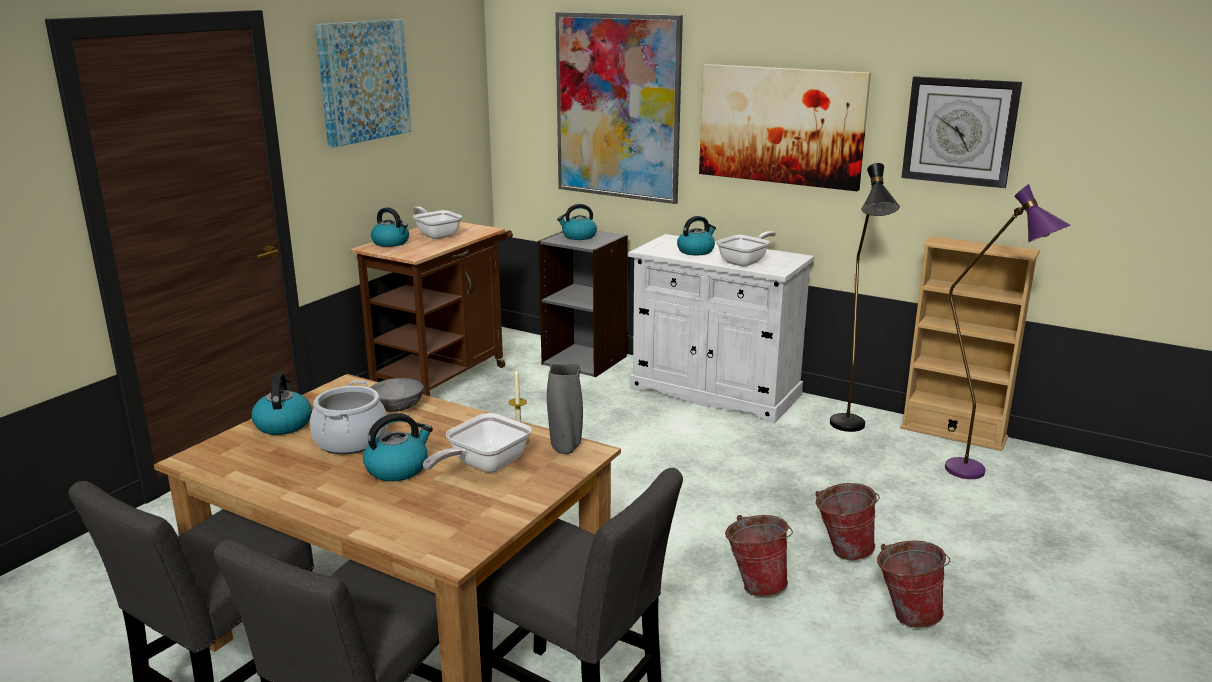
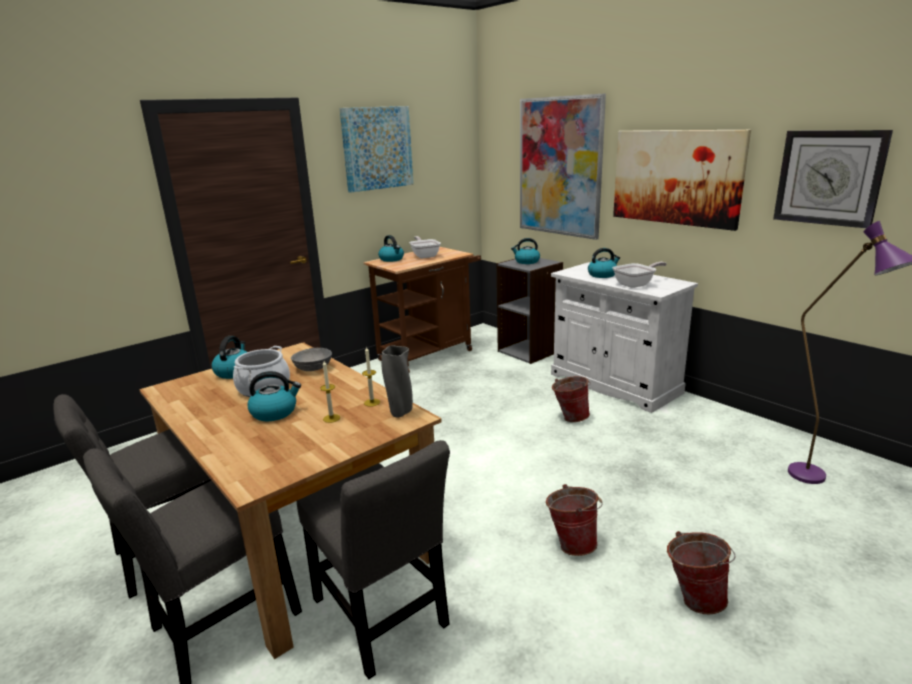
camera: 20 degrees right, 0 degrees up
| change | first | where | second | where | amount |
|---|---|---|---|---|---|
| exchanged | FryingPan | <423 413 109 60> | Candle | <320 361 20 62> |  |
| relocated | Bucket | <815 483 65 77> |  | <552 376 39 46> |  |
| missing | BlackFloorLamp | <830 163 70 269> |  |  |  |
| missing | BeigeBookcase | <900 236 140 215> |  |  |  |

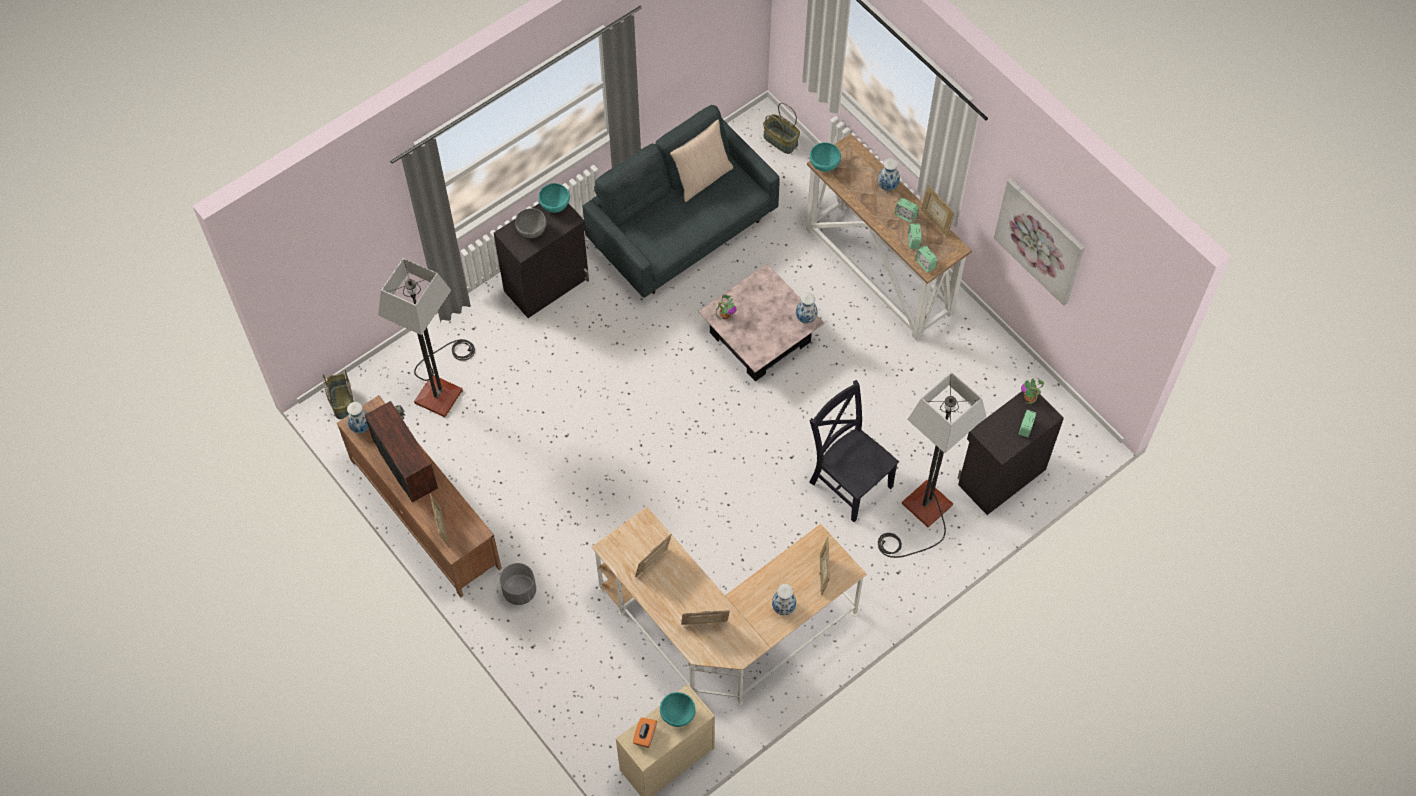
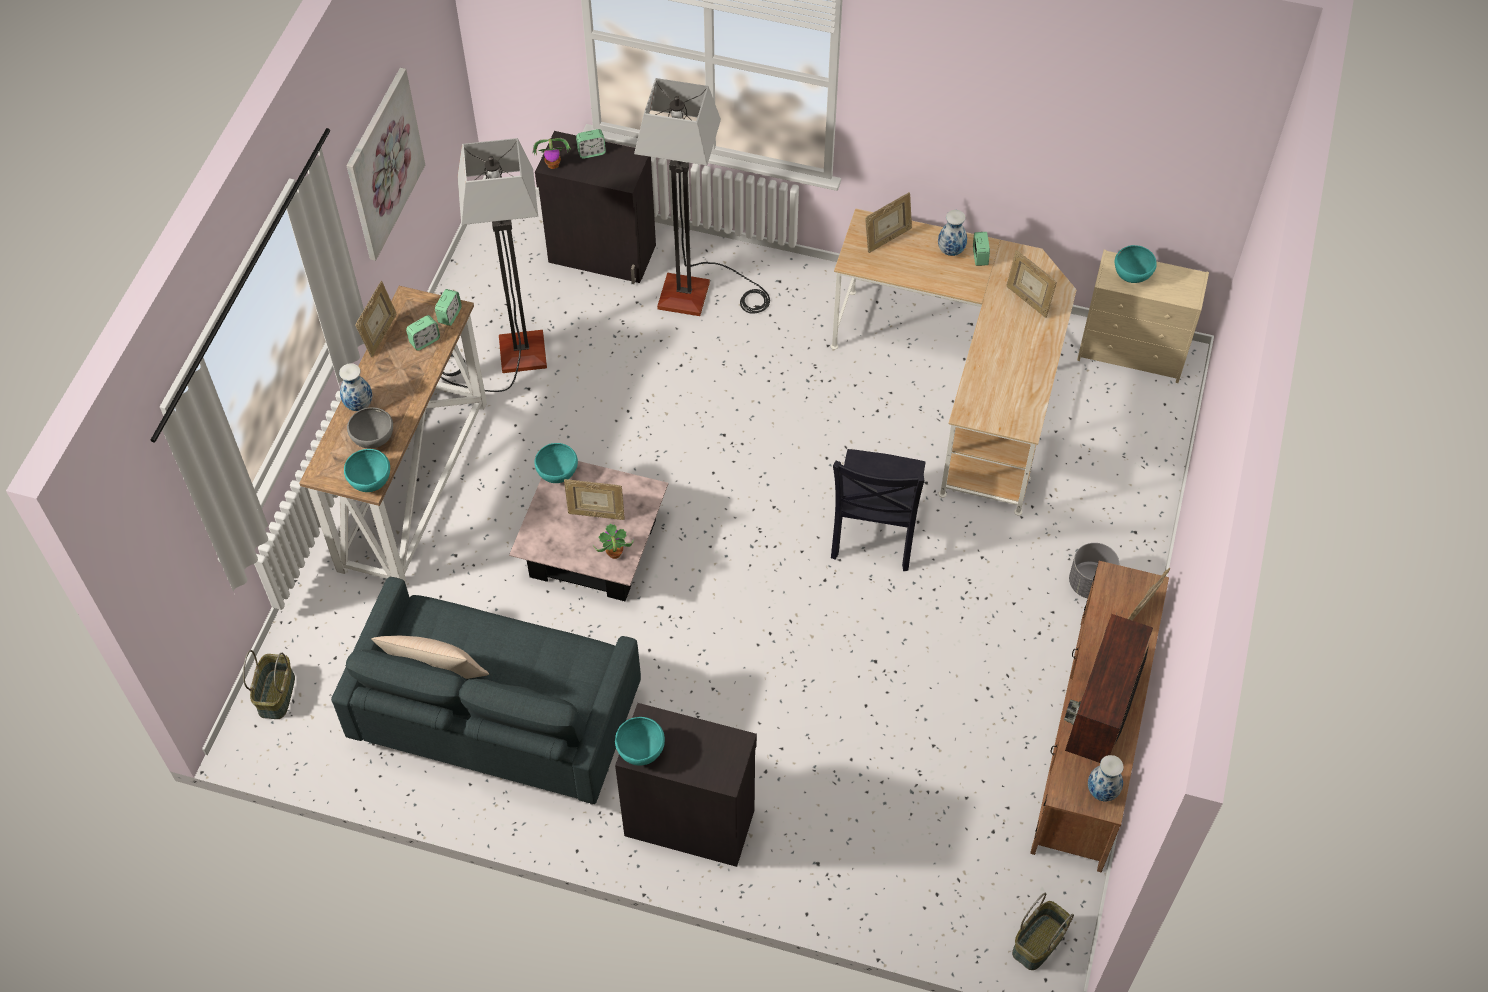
camera: 125 degrees left, 5 degrees down
| change | first | where | second | where | amount |
|---|---|---|---|---|---|
| relocated | GreyBowl | <515 208 32 30> |  | <347 407 46 42> |  |
| relocated | FloorLamp | <378 258 97 159> |  | <440 138 107 254> |  |
| exchanged | Vase | <796 292 22 31> | TurquoiseBowl | <535 443 43 40> |  |
| relocated | PictureFrame | <635 534 37 43> |  | <564 479 61 41> |  |
| relocated | BlackChair | <809 380 90 142> |  | <831 449 94 122> |  |
| relocated | AlarmClock | <895 198 24 25> |  | <973 232 17 34> |  |
| missing | OrangeTissueBox | <633 717 24 31> |  |  |  |

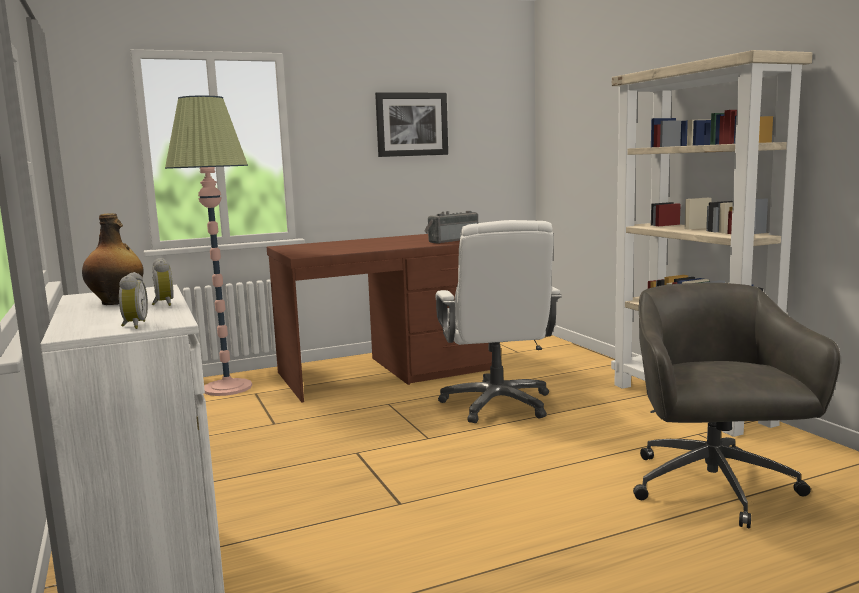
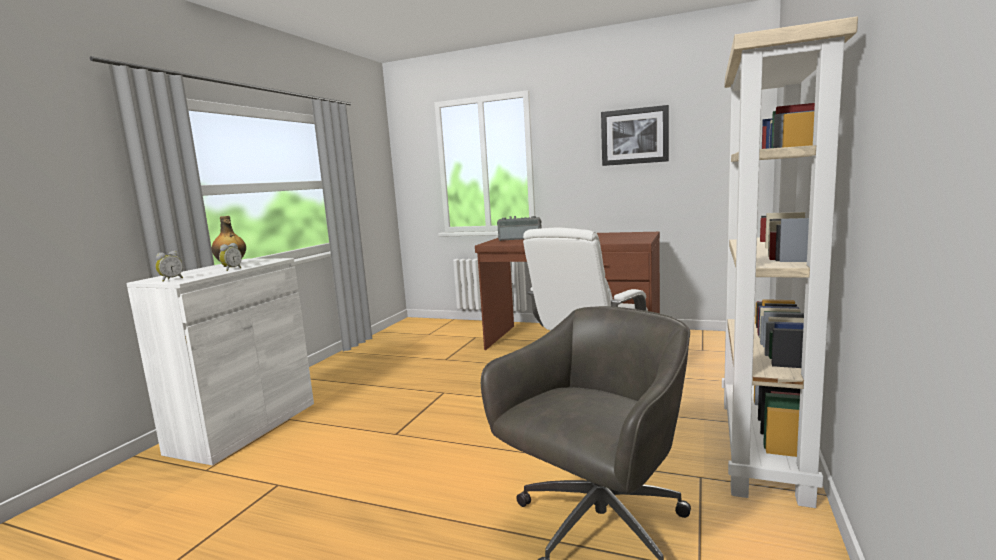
camera: 45 degrees right, 0 degrees up
| change | first | where | second | where | amount |
|---|---|---|---|---|---|
| relocated | Radio | <424 211 54 33> |  | <497 216 45 25> |  |
| missing | FloorLamp | <165 96 87 300> |  |  |  |

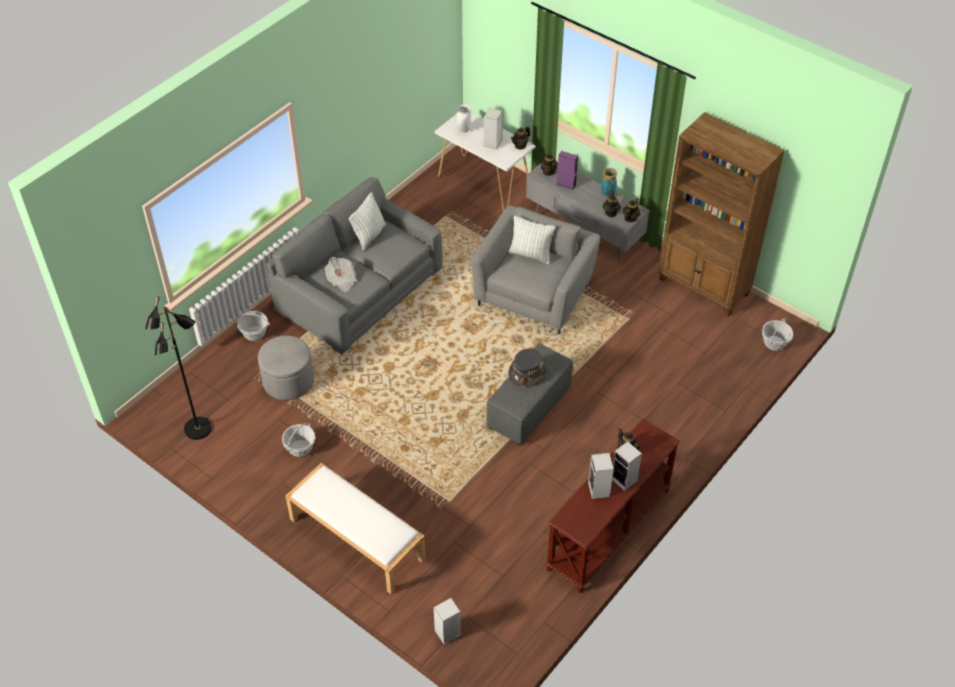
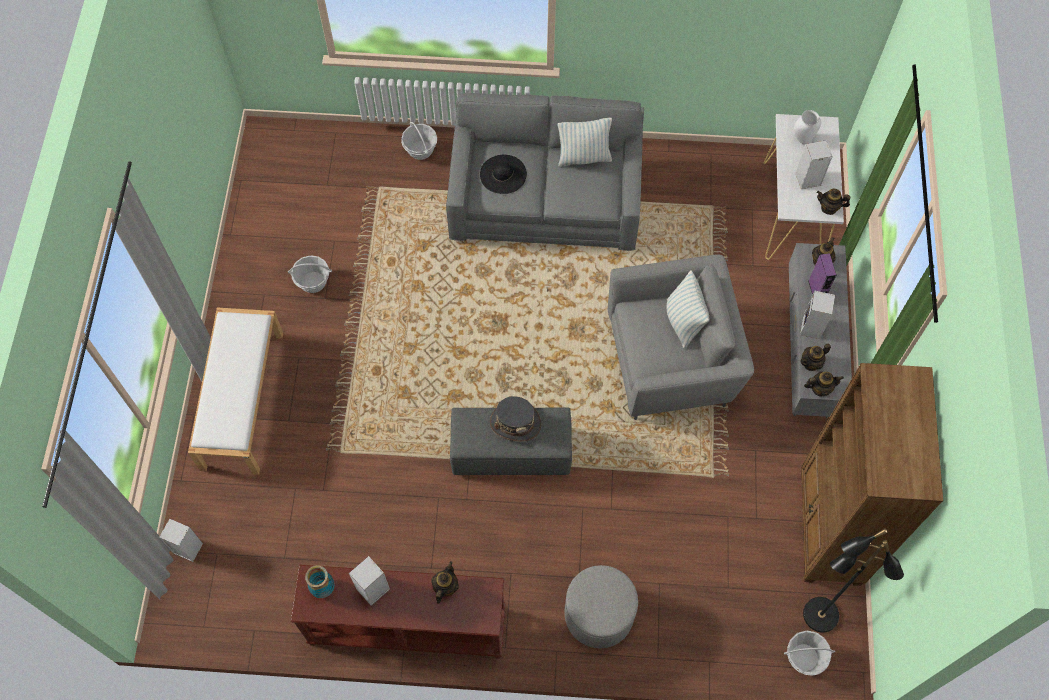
camera: 55 degrees right, 15 degrees up
| change | first | where | second | where | amount |
|---|---|---|---|---|---|
| relocated | Vase | <600 168 17 28> |  | <305 565 30 33> |  |
| exchanged | Newspaper | <325 257 32 35> | BlackHat | <480 155 47 39> |  |
| relocated | GreyOttoman | <258 335 56 65> |  | <564 565 74 83> |  |
| relocated | Speaker | <612 441 30 50> |  | <800 290 35 49> |  |
| relocated | BlackFloorLamp | <145 297 67 143> |  | <803 528 101 105> |  |

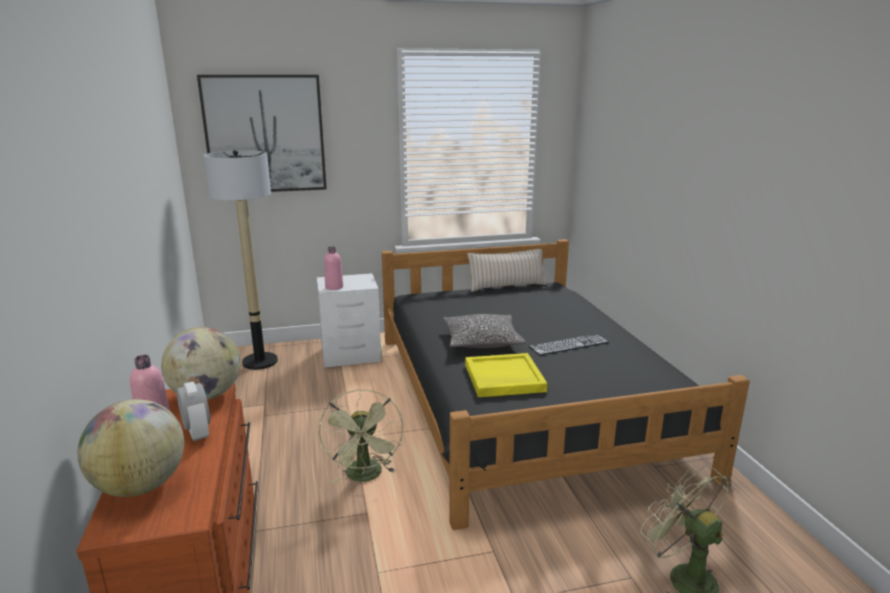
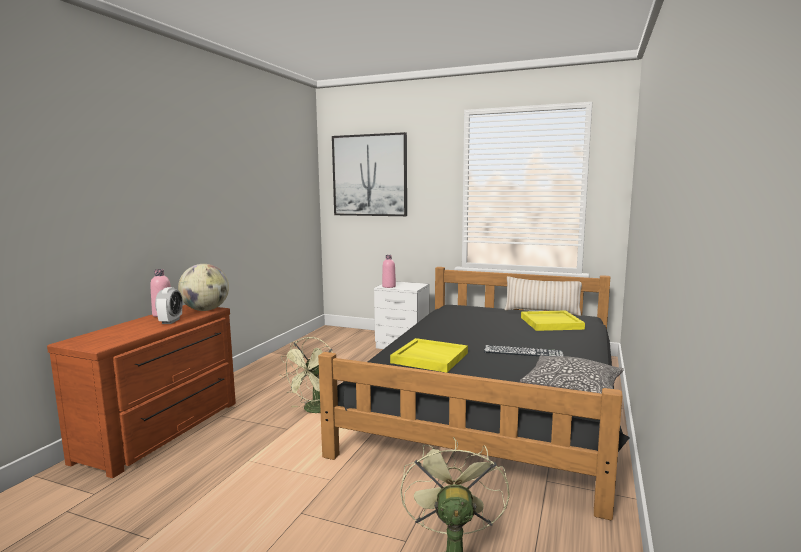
camera: 35 degrees right, 10 degrees down
| change | first | where | second | where | amount |
|---|---|---|---|---|---|
| relocated | Pillow | <443 314 83 34> |  | <519 355 105 39> |  |
| appeared |  |  | YellowTray | <521 310 64 21> |  |
| missing | Globe | <77 399 107 98> |  |  |  |
| missing | FloorLamp | <203 150 75 220> |  |  |  |

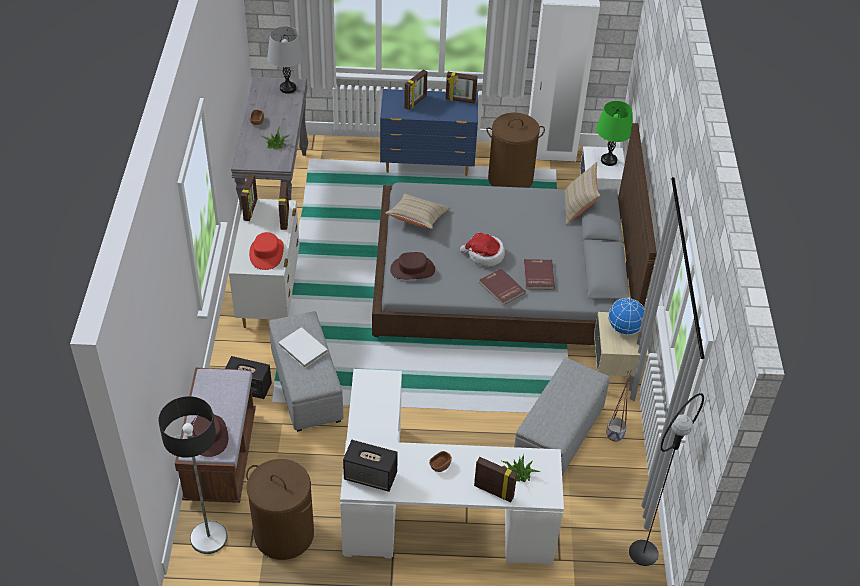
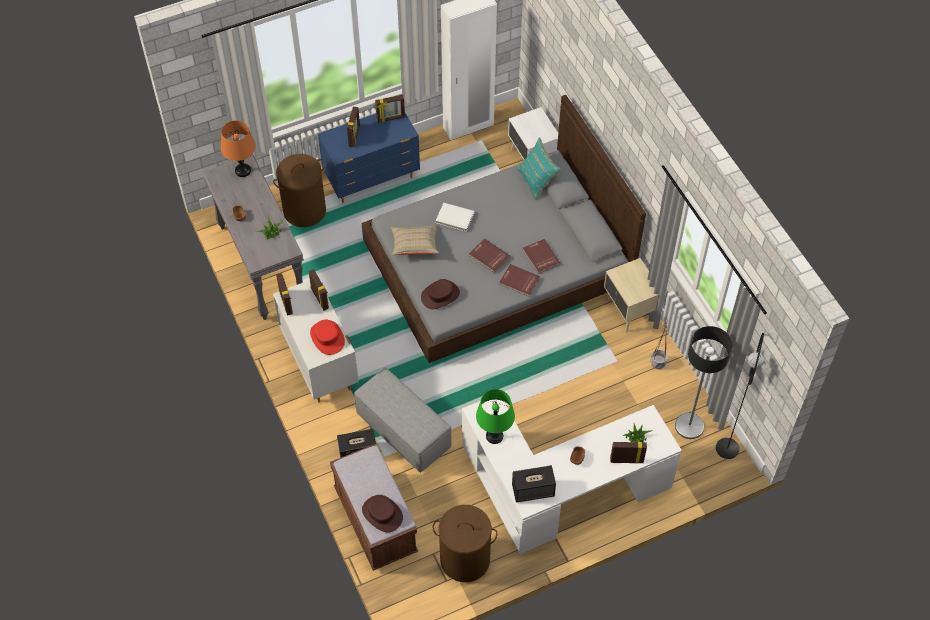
camera: 25 degrees left, 10 degrees up
| change | first | where | second | where | amount |
|---|---|---|---|---|---|
| colour | GreyTableLamp | <267 26 37 68> | OrangeTableLamp | <221 121 35 56> |  |
| relocated | BrownLaundryBasket | <486 113 59 75> |  | <273 154 53 73> |  |
| relocated | WhiteBook | <278 327 50 41> |  | <436 203 38 28> |  |
| exchanged | Hat | <460 233 45 34> | RedBook | <469 238 41 35> |  |
| relocated | GreenTableLamp | <596 101 37 65> |  | <476 389 39 55> |  |
| colour | BeigePillow | <564 162 36 63> | TurquoisePillow | <516 137 45 63> |  |
| relocated | FloorLamp | <158 396 70 158> |  | <675 326 58 113> |  |
| missing | GreyOttoman | <514 358 96 117> |  |  |  |
| missing | Globe | <608 298 36 37> |  |  |  |

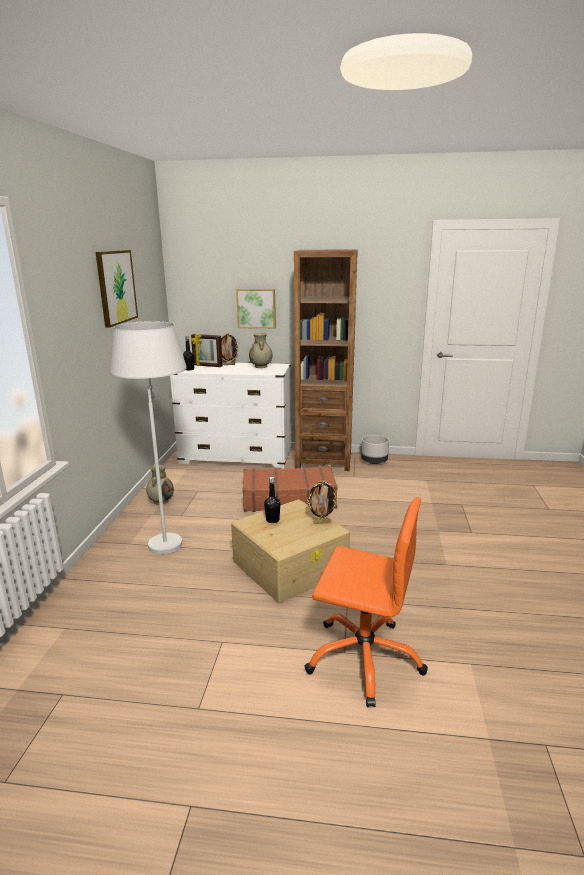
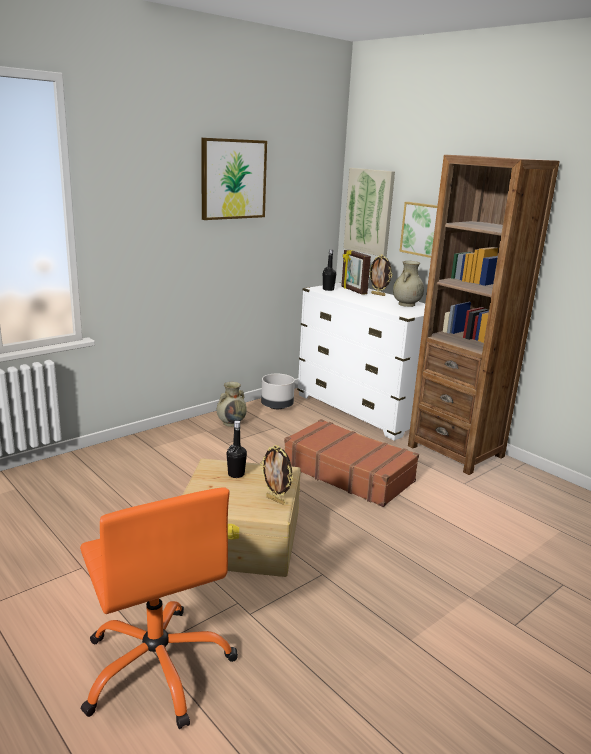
camera: 40 degrees right, 0 degrees up
| change | first | where | second | where | amount |
|---|---|---|---|---|---|
| relocated | GreyPlanter | <361 435 28 29> |  | <261 374 34 35> |  |
| appeared |  |  | Picture | <344 168 51 89> |  |
| missing | WhiteFloorLamp | <109 321 78 233> |  |  |  |

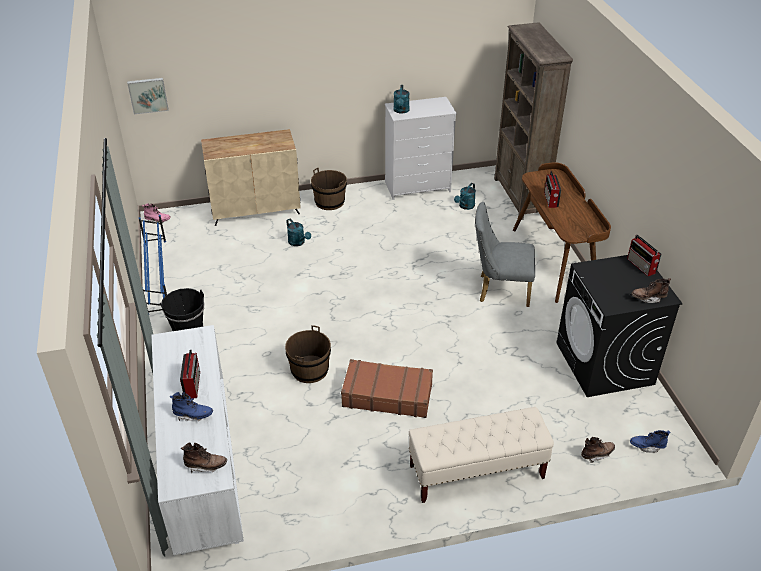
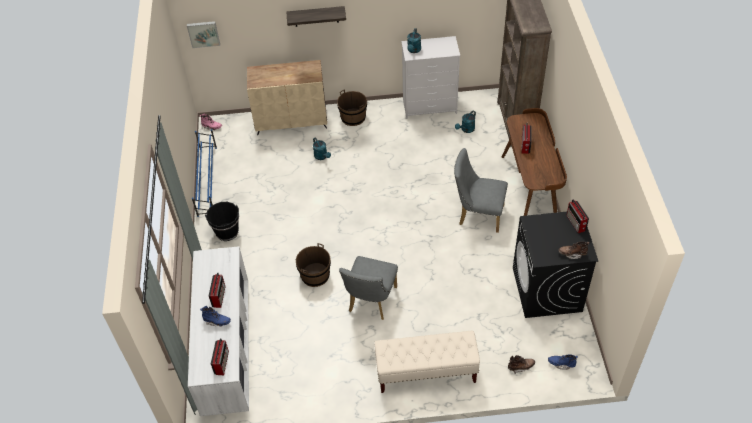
camera: 10 degrees right, 10 degrees up
| change | first | where | second | where | amount |
|---|---|---|---|---|---|
| exchanged | BrownBoot | <181 442 46 31> | Radio | <211 338 18 37> |  |
| appeared |  |  | Shelf | <287 6 59 21> |  |
| exchanged | BrownSuitcase | <341 359 92 59> | GreyChair | <339 256 59 64> |  |

